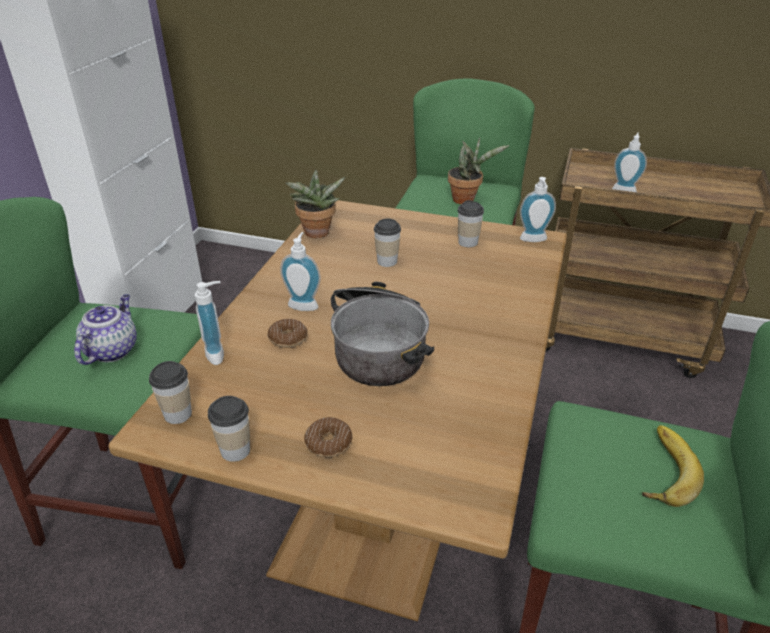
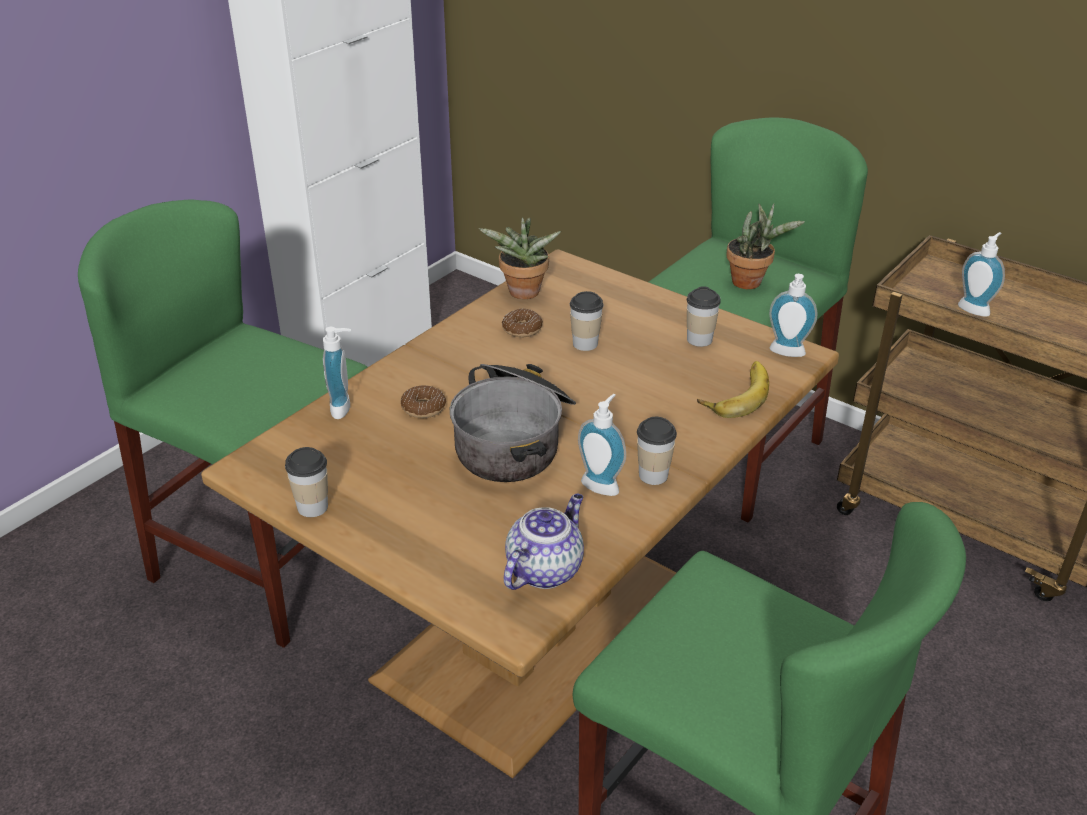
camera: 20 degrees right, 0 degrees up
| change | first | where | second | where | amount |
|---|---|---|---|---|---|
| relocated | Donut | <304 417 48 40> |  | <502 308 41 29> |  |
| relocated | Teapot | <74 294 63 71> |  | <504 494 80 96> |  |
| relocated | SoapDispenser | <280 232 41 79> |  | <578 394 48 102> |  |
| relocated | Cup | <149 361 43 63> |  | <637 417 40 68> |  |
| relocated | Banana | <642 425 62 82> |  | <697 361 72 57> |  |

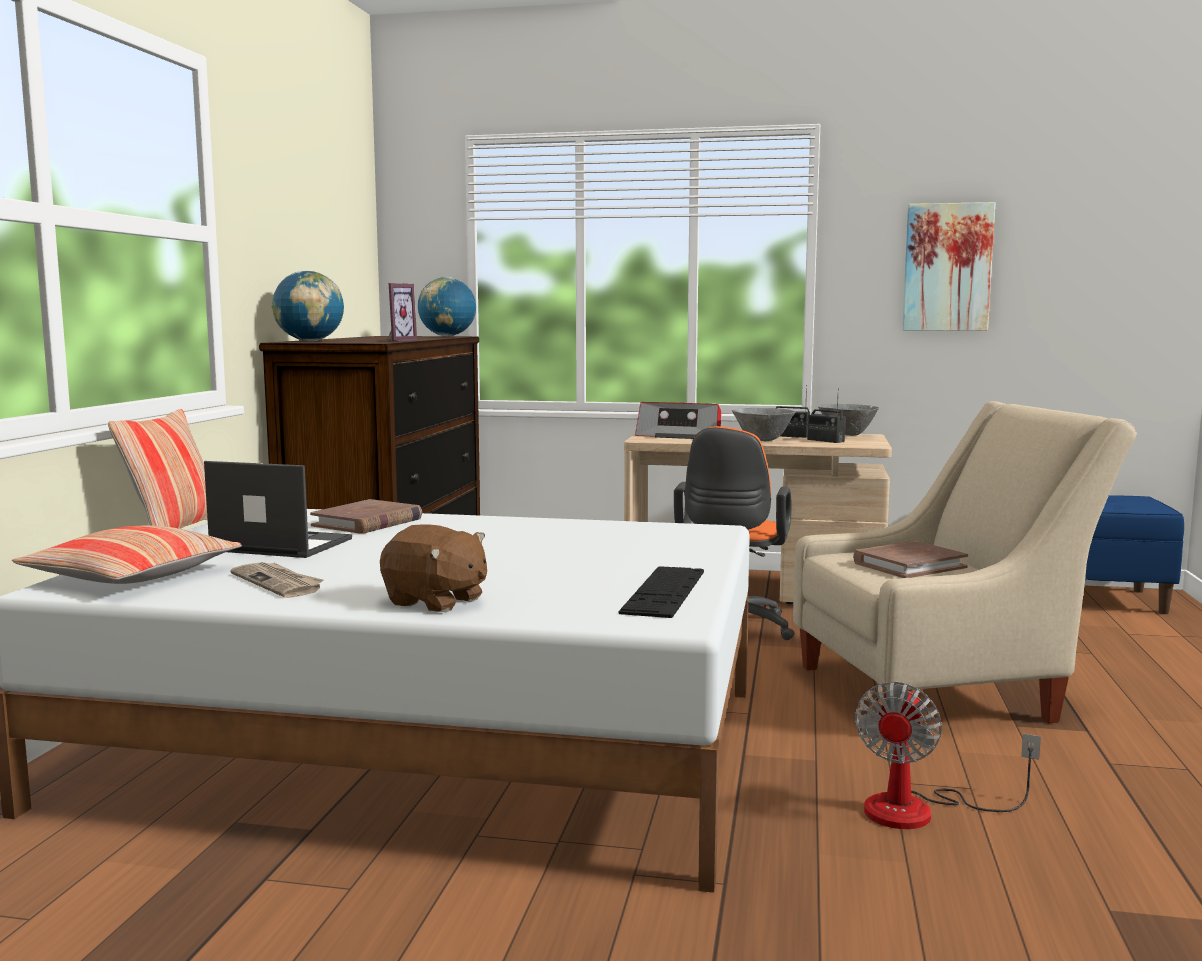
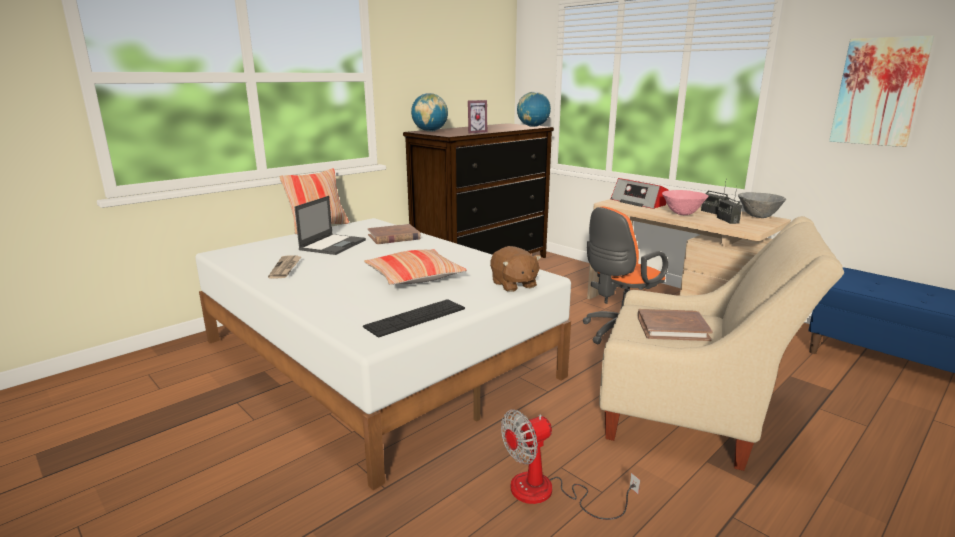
camera: 35 degrees right, 10 degrees up
| change | first | where | second | where | amount |
|---|---|---|---|---|---|
| spun | Laptop | <204 461 148 97> |  | <295 196 71 59> | 60 degrees clockwise |
| relocated | Pillow | <12 526 230 58> |  | <364 249 103 36> |  |
| relocated | BrownPlushToy | <380 525 107 87> |  | <490 246 51 46> |  |
| colour | GreyBowl | <732 408 63 33> | PinkBowl | <662 190 47 25> |  |

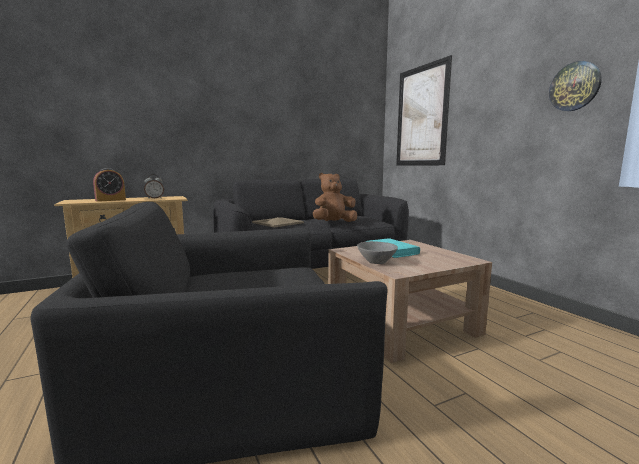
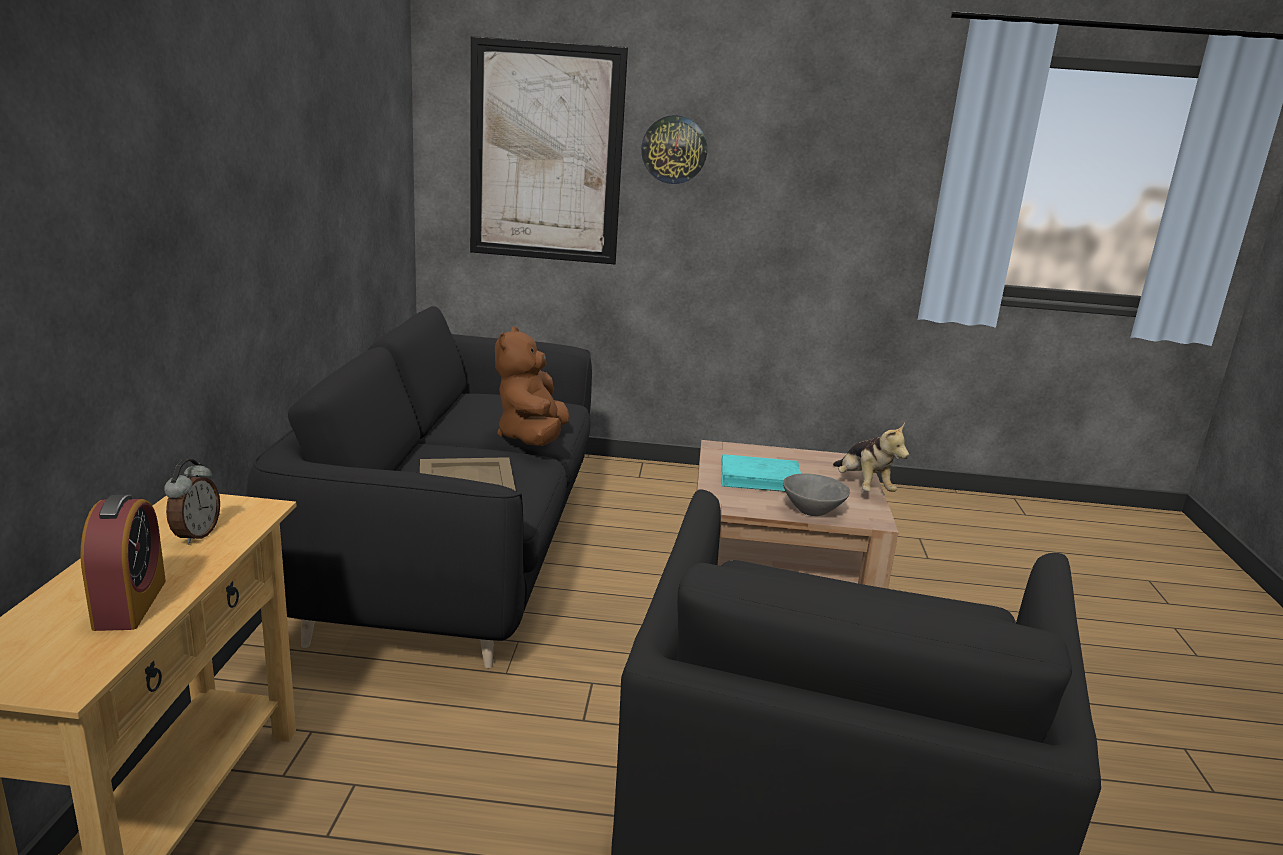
camera: 60 degrees left, 10 degrees up
| change | first | where | second | where | amount |
|---|---|---|---|---|---|
| relocated | WallClock | <549 61 53 50> |  | <641 115 66 69> |  |
| appeared |  |  | PlushToy | <833 423 76 69> |  |

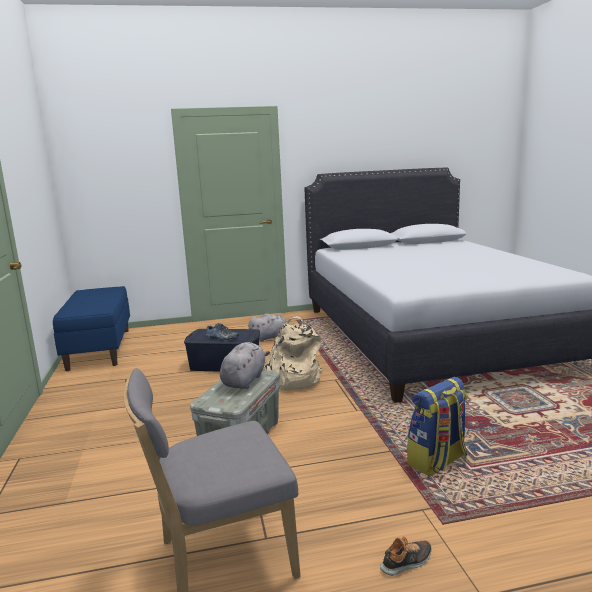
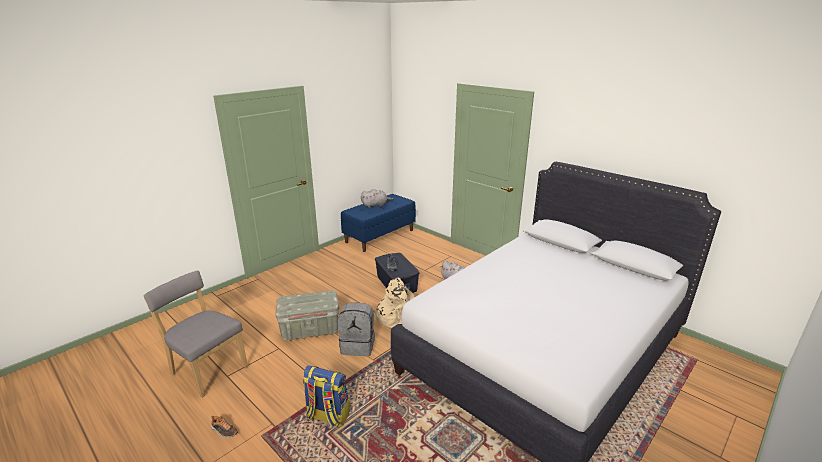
camera: 55 degrees right, 10 degrees up
| change | first | where | second | where | amount |
|---|---|---|---|---|---|
| appeared |  |  | GreyBackpack | <338 302 37 54> |  |
| relocated | GreyPlushToy | <220 342 50 47> |  | <361 189 32 19> |  |

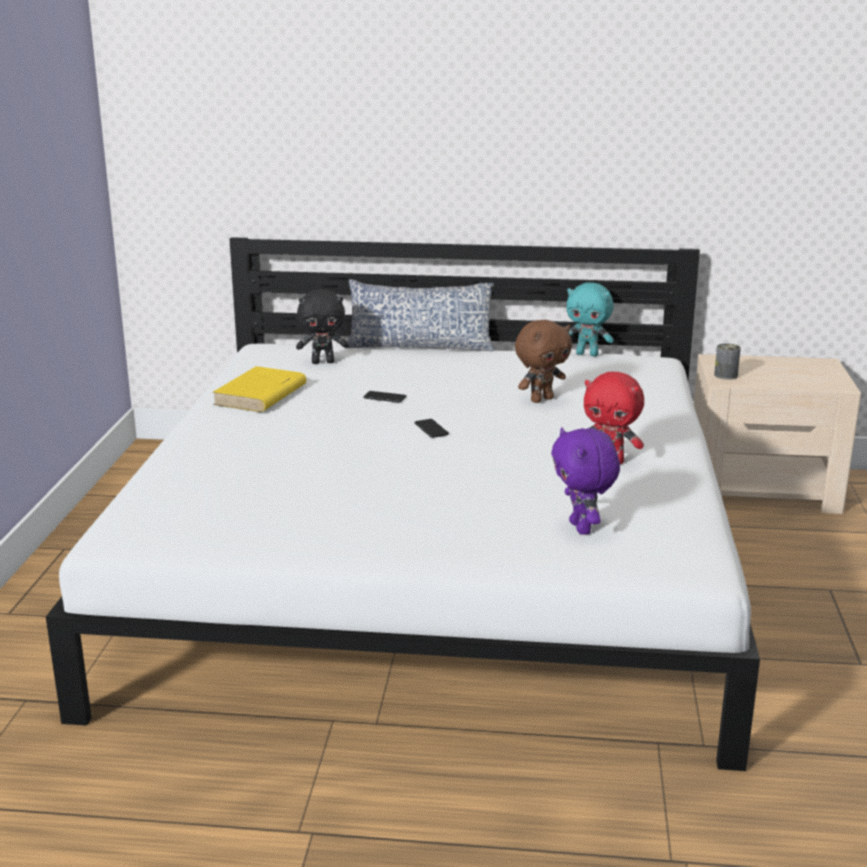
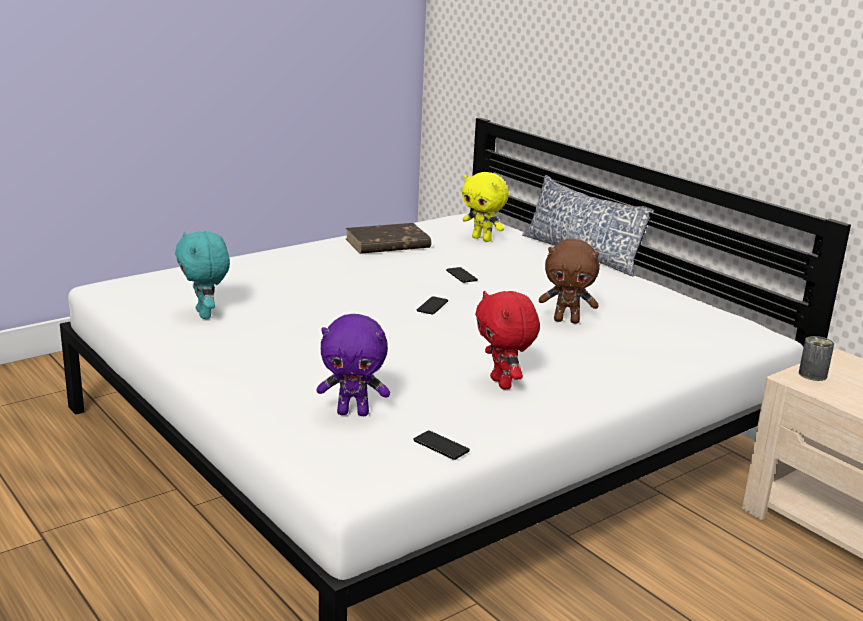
camera: 45 degrees right, 0 degrees up
| change | first | where | second | where | amount |
|---|---|---|---|---|---|
| relocated | TurquoisePlushToy | <566 282 48 74> |  | <175 231 55 88> |  |
| spun | PurplePlushToy | <551 428 69 107> |  | <316 314 74 102> | 120 degrees counterclockwise |
| colour | YellowBook | <212 366 95 46> | BrownBook | <346 223 85 31> |  |
| appeared |  |  | Phone | <413 430 57 30> |  |
| colour | BlackPlushToy | <296 289 53 75> | YellowPlushToy | <462 172 47 70> |  |

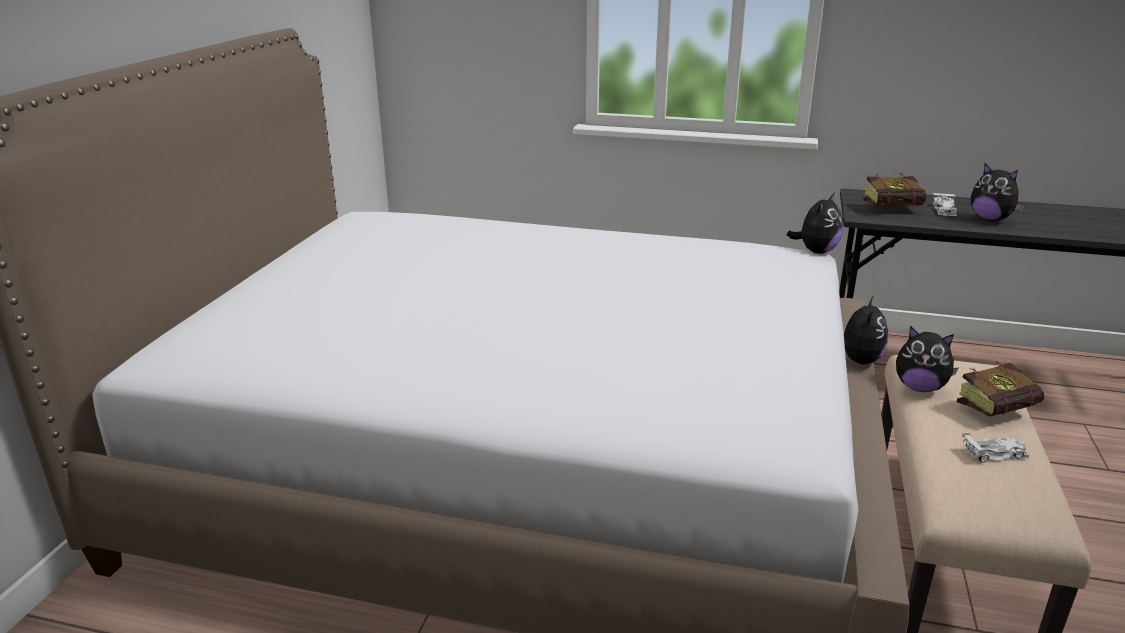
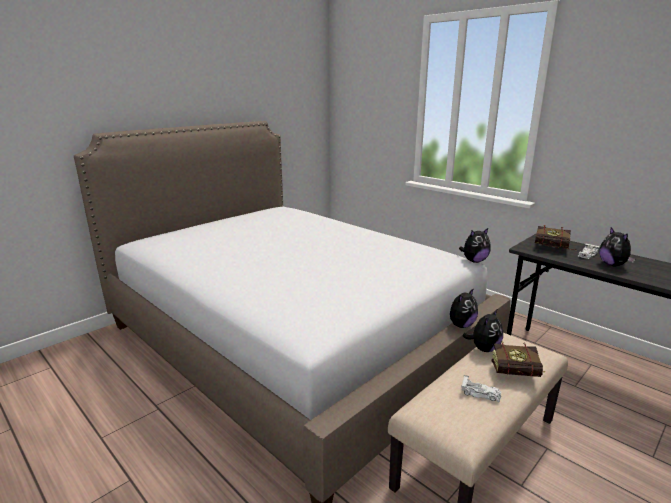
camera: 30 degrees right, 5 degrees down
| change | first | where | second | where | amount |
|---|---|---|---|---|---|
| spun | PlushToy | <896 326 62 66> |  | <463 309 40 43> | 105 degrees counterclockwise |

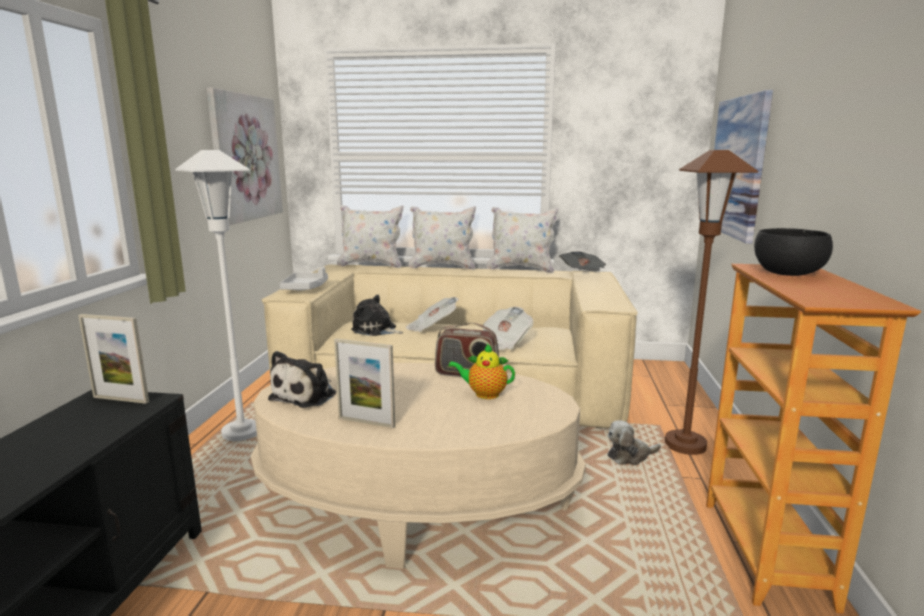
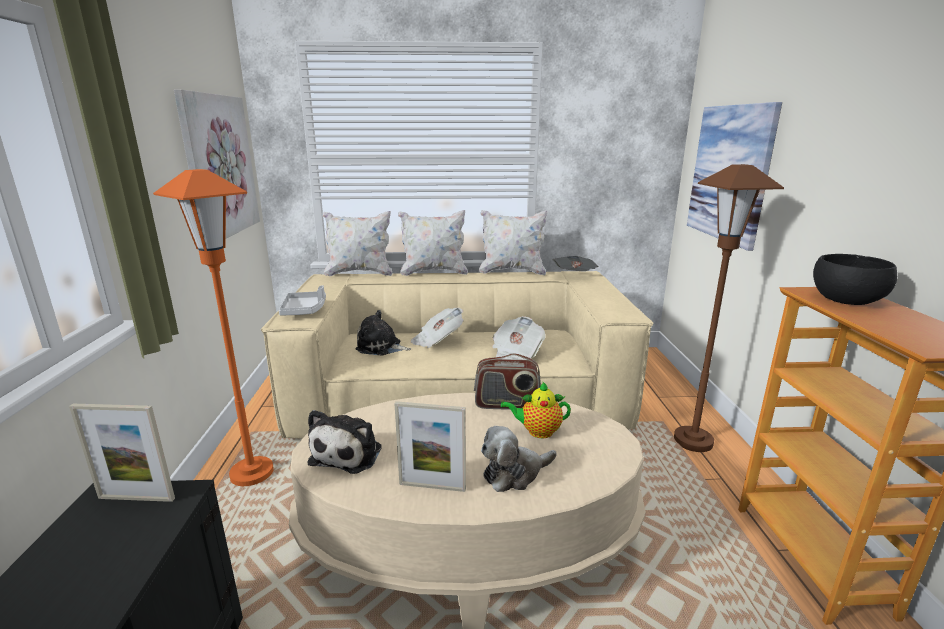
camera: 10 degrees left, 5 degrees up
| change | first | where | second | where | amount |
|---|---|---|---|---|---|
| colour | WhiteFloorLamp | <175 150 82 291> | OrangeFloorLamp | <153 169 121 317> |  |
| relocated | PlushToy | <608 420 53 45> |  | <481 426 76 66> |  |

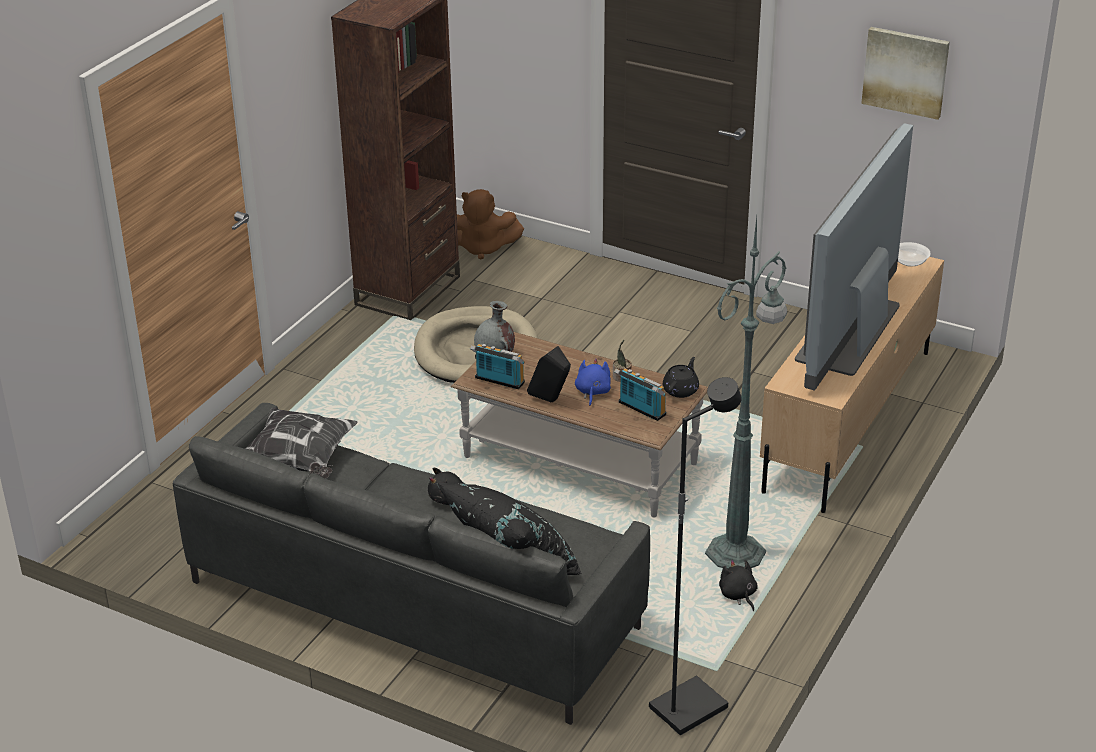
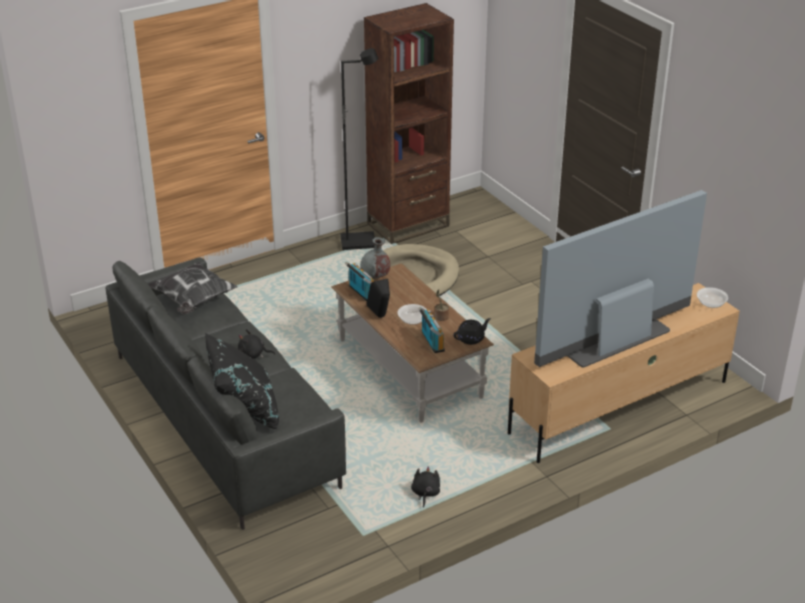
camera: 30 degrees right, 0 degrees up
| change | first | where | second | where | amount |
|---|---|---|---|---|---|
| relocated | BlackFloorLamp | <649 377 93 358> |  | <340 48 38 203> |  |
| exchanged | BluePlushToy | <575 358 36 48> | Bowl | <398 304 29 21> |  |
| missing | BrownPlushToy | <457 189 67 71> |  |  |  |
| missing | GreenFloorLamp | <705 217 82 352> |  |  |  |
| missing | Picture | <861 27 89 93> |  |  |  |

